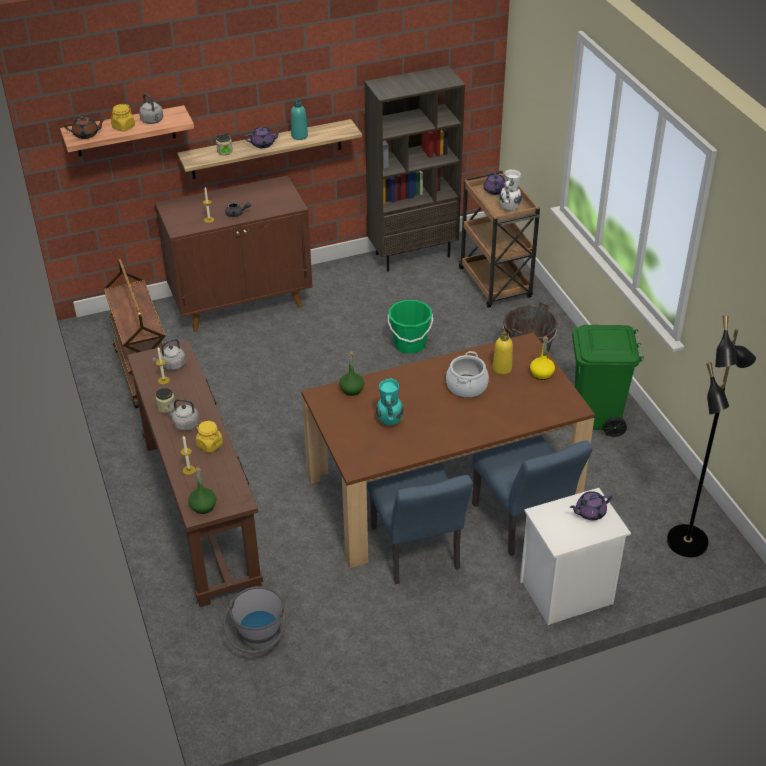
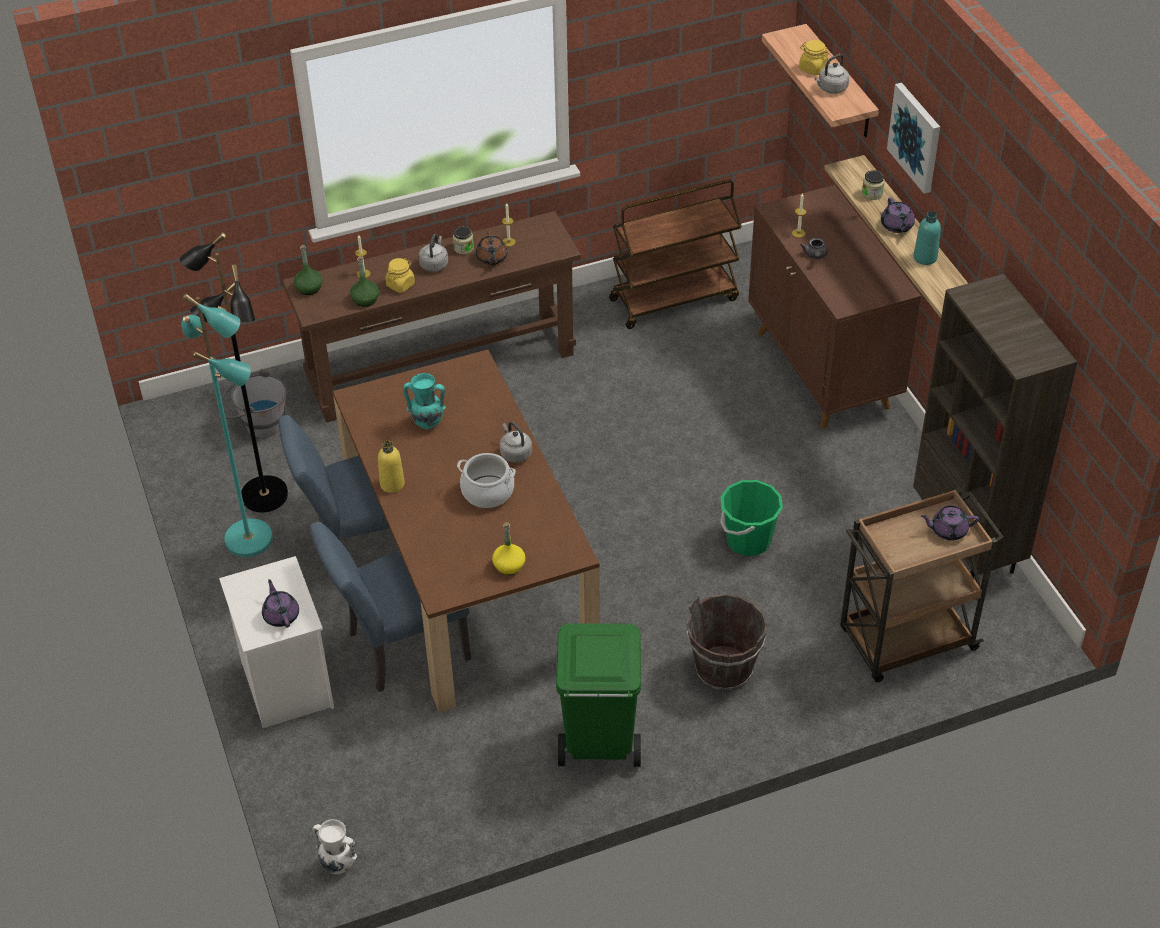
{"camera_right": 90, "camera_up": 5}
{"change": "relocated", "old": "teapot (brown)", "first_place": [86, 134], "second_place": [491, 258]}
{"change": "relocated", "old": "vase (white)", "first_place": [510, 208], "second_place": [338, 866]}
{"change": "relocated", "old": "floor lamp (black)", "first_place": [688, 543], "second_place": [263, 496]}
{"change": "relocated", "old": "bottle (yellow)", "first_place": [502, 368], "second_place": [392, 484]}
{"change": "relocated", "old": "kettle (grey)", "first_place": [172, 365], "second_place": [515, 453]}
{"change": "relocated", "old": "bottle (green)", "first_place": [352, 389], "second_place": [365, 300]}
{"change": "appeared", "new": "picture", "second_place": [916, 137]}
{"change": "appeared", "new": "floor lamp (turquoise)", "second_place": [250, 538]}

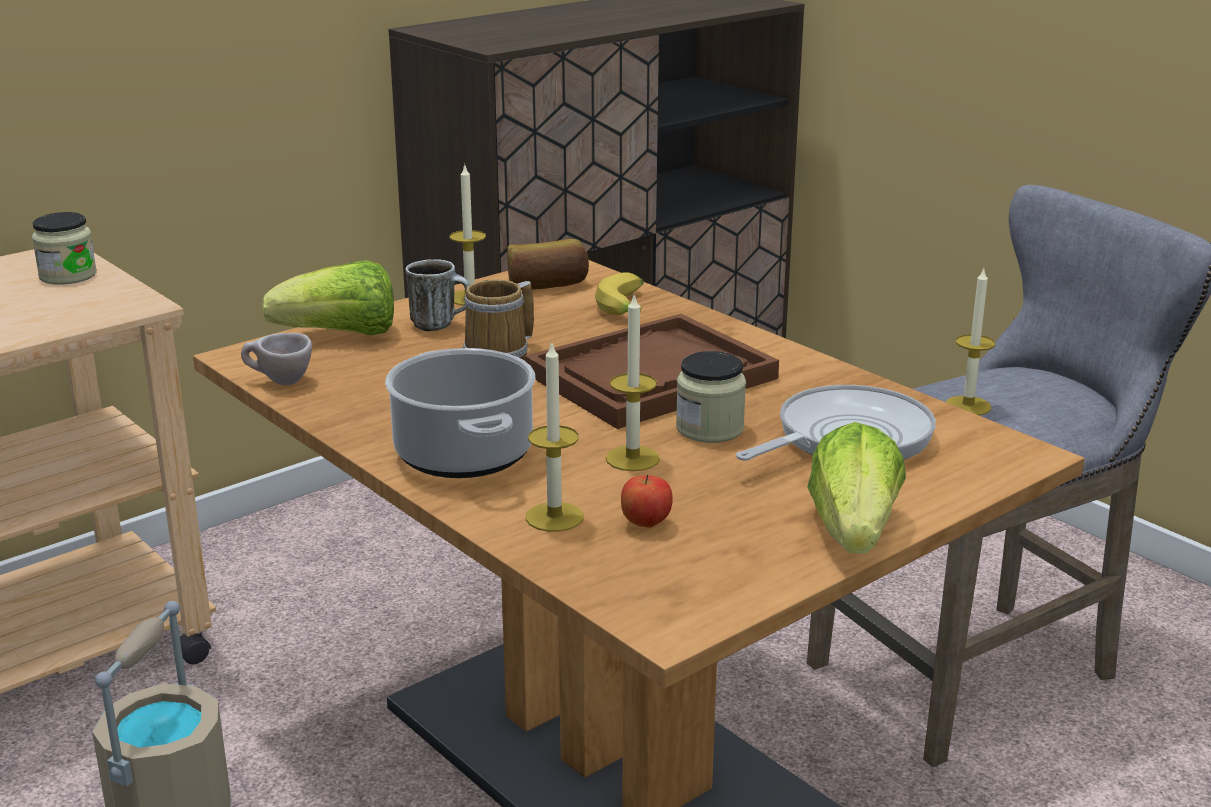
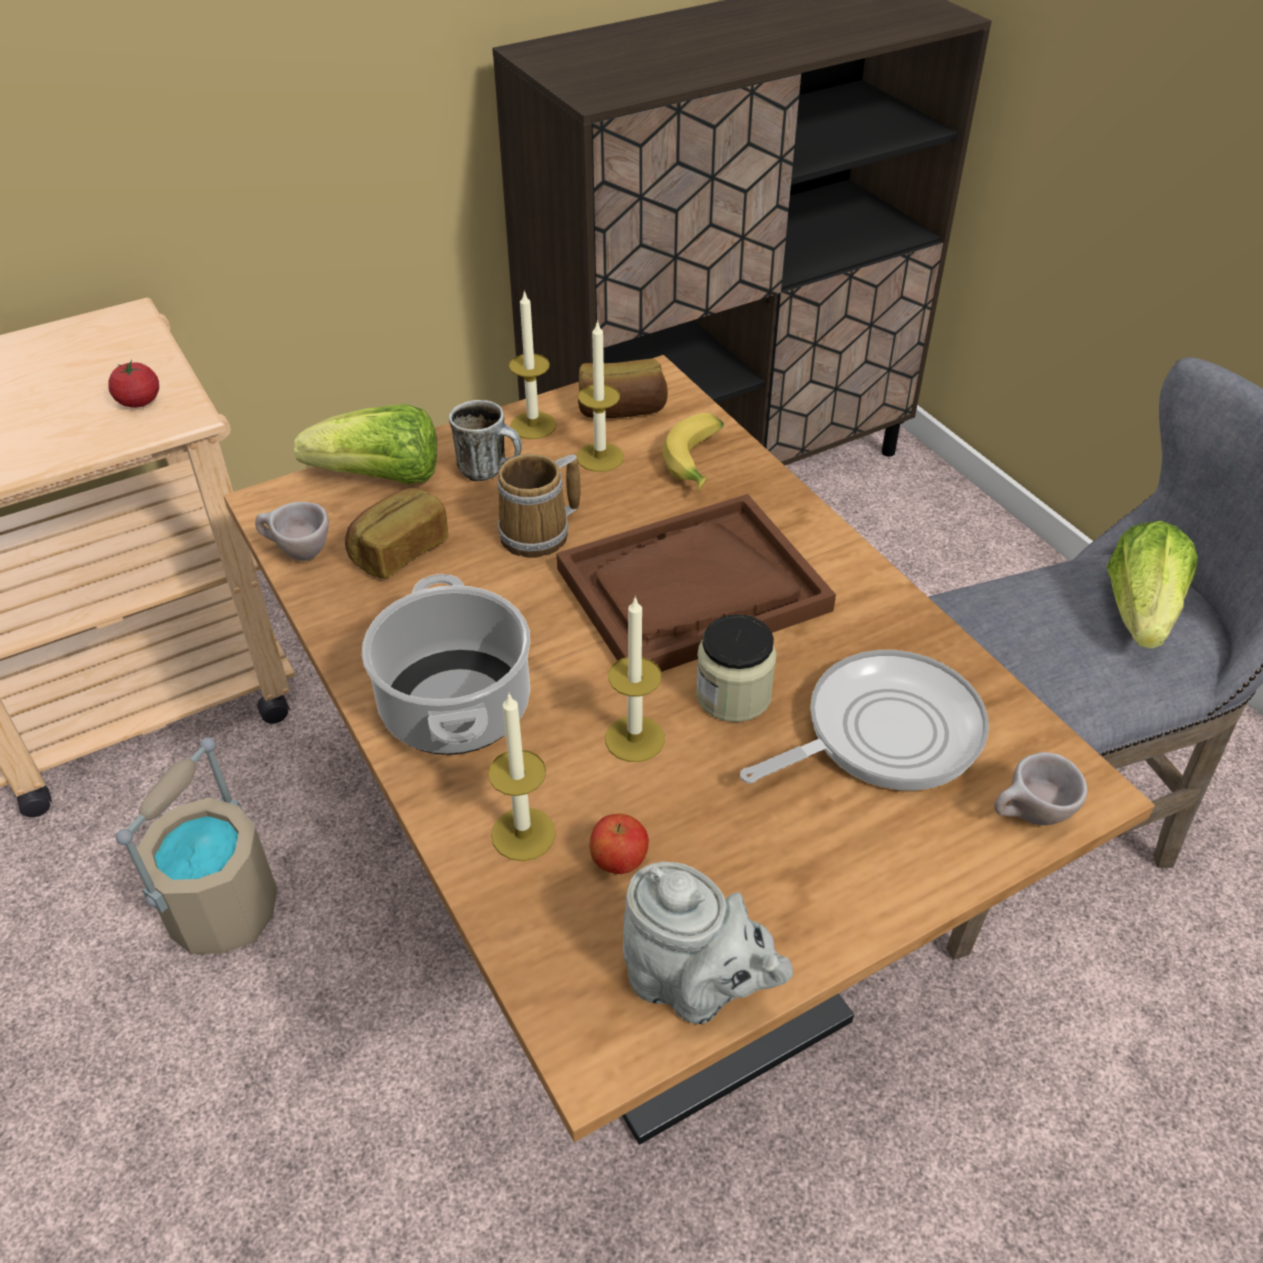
{"camera_right": 10, "camera_up": 20}
{"change": "missing", "old": "jar", "first_place": [68, 275]}
{"change": "relocated", "old": "candle", "first_place": [968, 406], "second_place": [600, 457]}
{"change": "relocated", "old": "lettuce", "first_place": [854, 531], "second_place": [1140, 611]}
{"change": "appeared", "new": "tomato", "second_place": [139, 401]}
{"change": "appeared", "new": "bread", "second_place": [398, 550]}
{"change": "appeared", "new": "cup (beige)", "second_place": [1028, 818]}
{"change": "appeared", "new": "teapot (grey)", "second_place": [694, 986]}

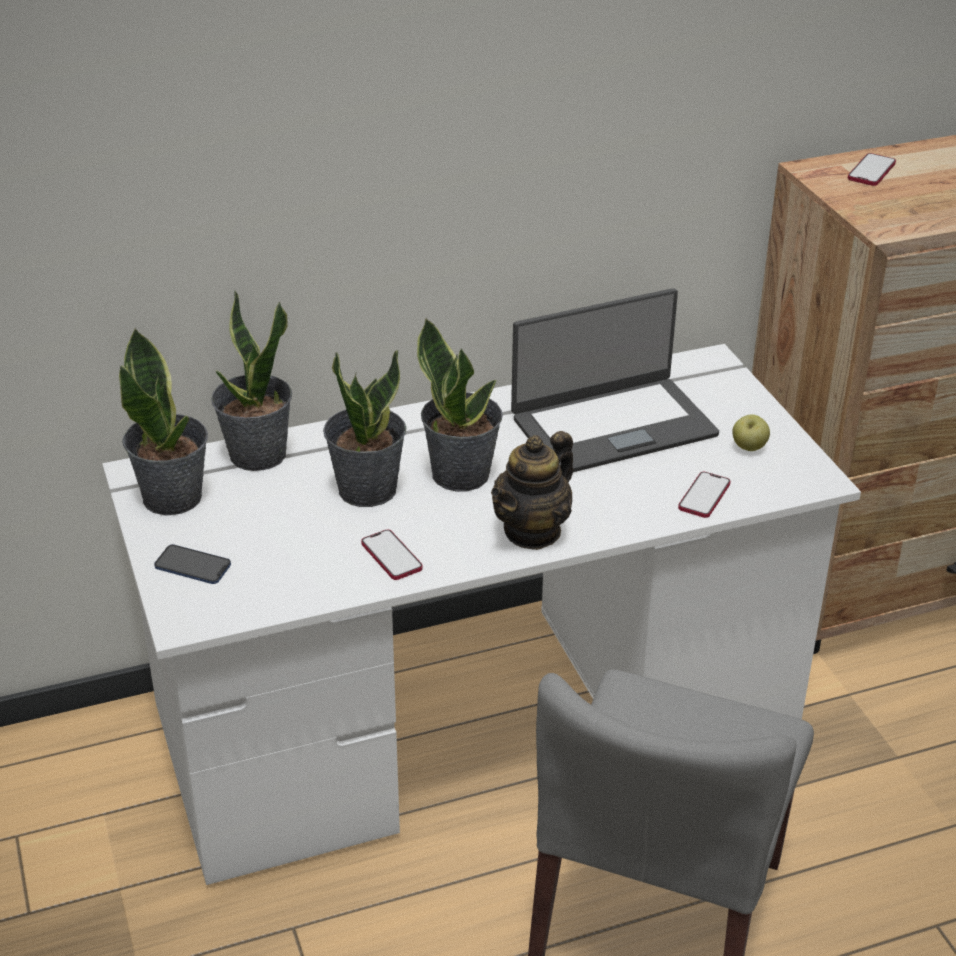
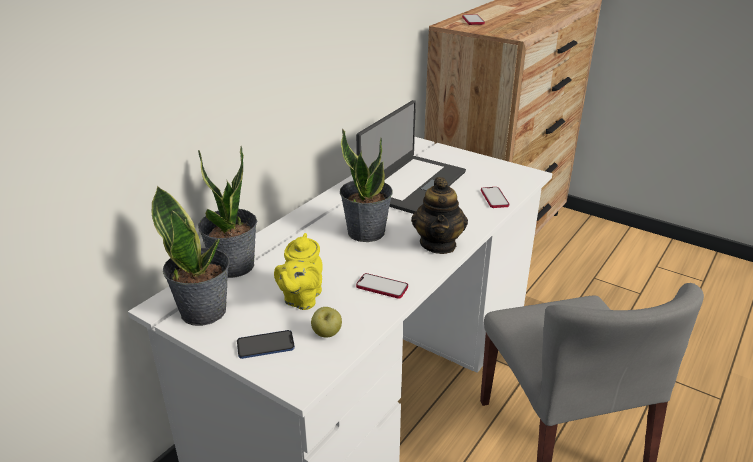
{"camera_right": -35, "camera_up": -5}
{"change": "missing", "old": "potted plant", "first_place": [366, 489]}
{"change": "relocated", "old": "apple", "first_place": [749, 448], "second_place": [327, 334]}
{"change": "appeared", "new": "teapot (yellow)", "second_place": [301, 299]}

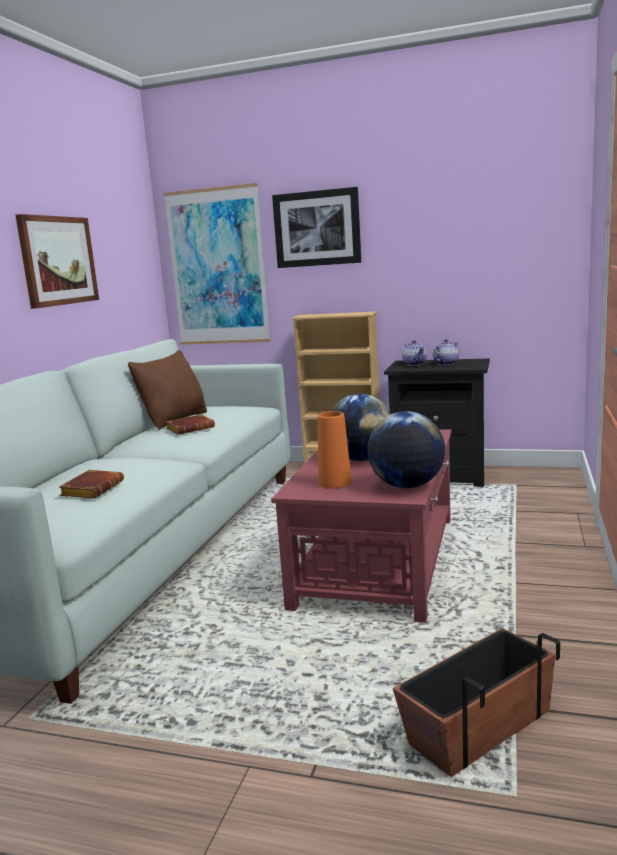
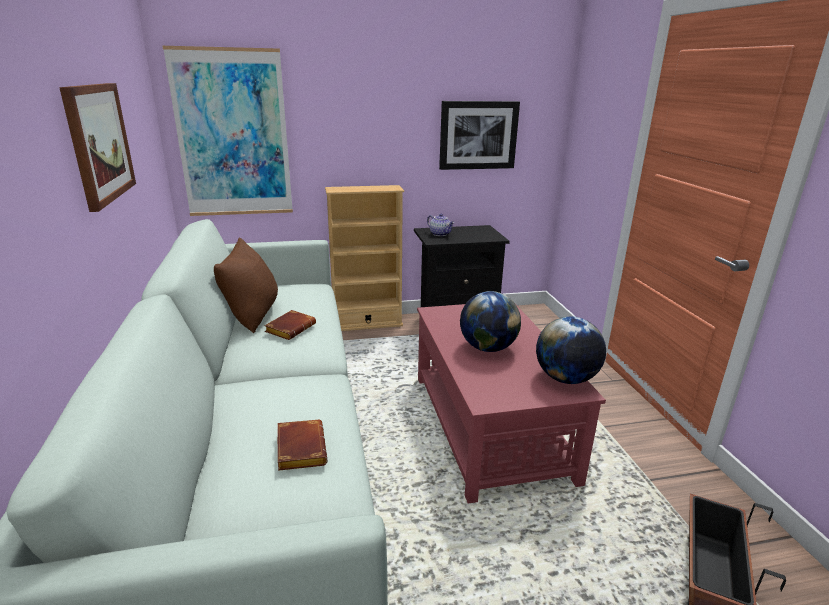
{"camera_right": -30, "camera_up": 10}
{"change": "relocated", "old": "picture", "first_place": [317, 228], "second_place": [478, 135]}
{"change": "missing", "old": "teapot", "first_place": [445, 363]}
{"change": "missing", "old": "vase (orange)", "first_place": [335, 483]}

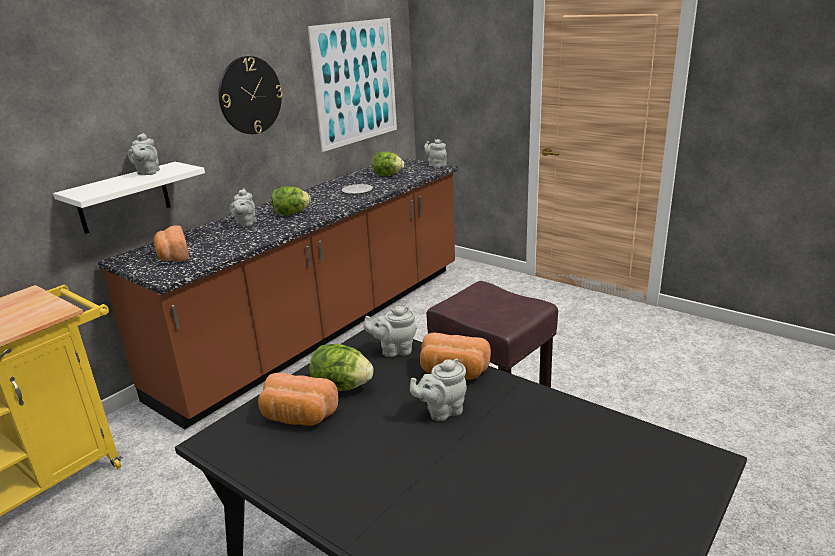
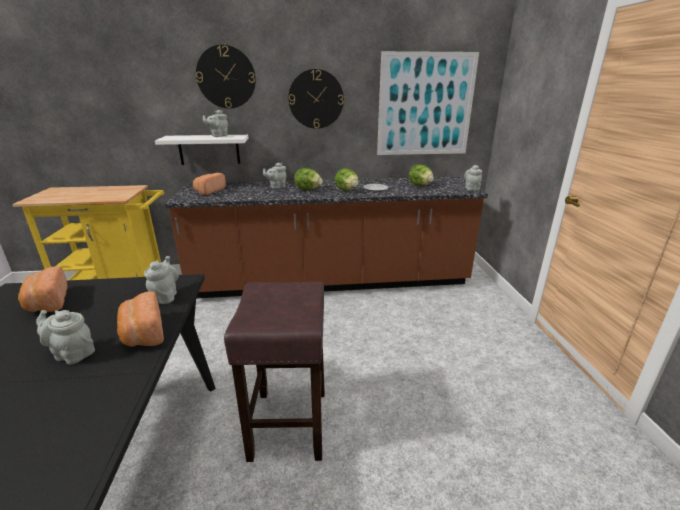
{"camera_right": 45, "camera_up": 0}
{"change": "spun", "old": "teapot (grey)", "first_place": [394, 350], "second_place": [165, 296], "degrees": 45}
{"change": "relocated", "old": "lettuce", "first_place": [342, 387], "second_place": [347, 190]}
{"change": "appeared", "new": "wall clock", "second_place": [226, 77]}

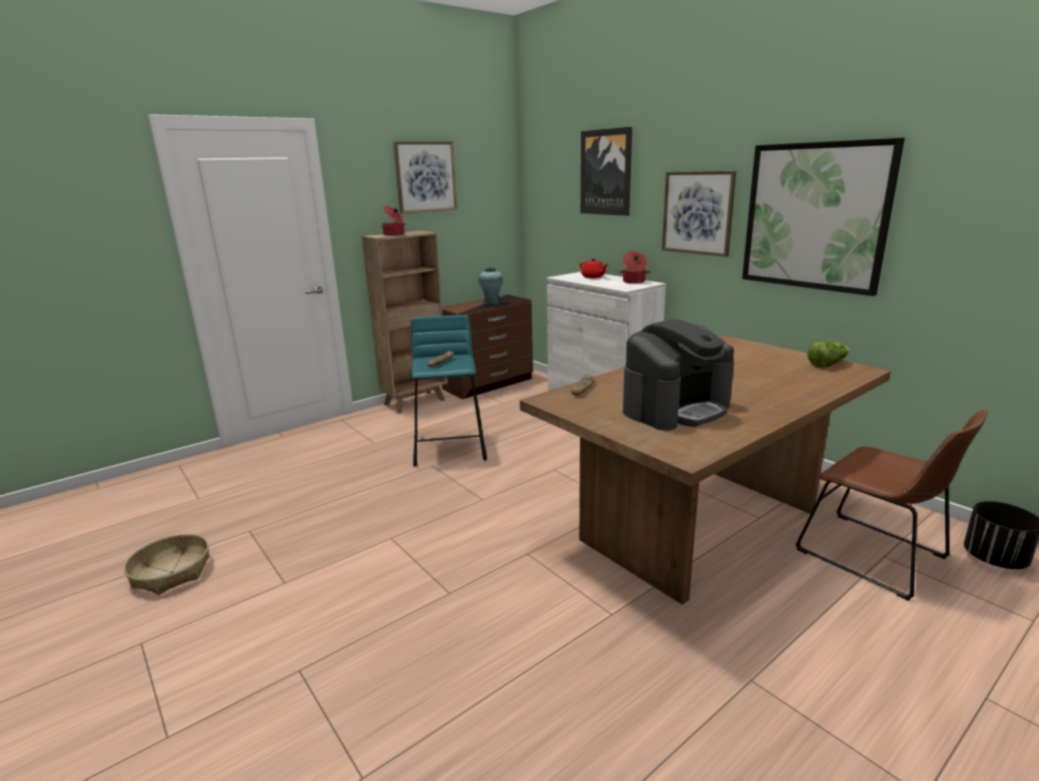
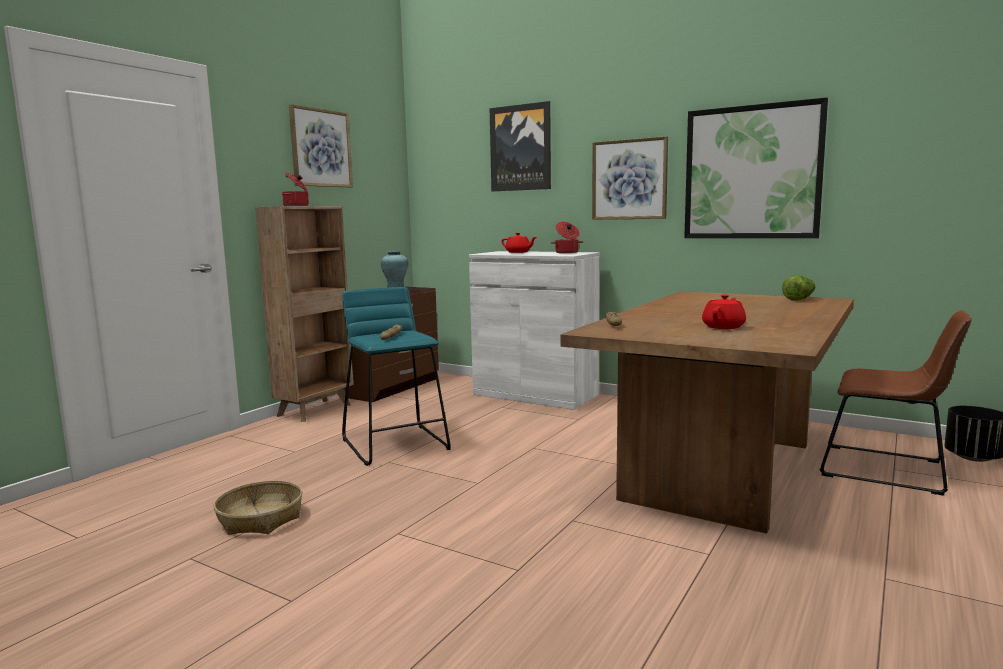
{"camera_right": -20, "camera_up": -10}
{"change": "exchanged", "old": "coffee machine", "new": "teapot (red)", "first_place": [676, 408], "second_place": [724, 327]}
{"change": "relocated", "old": "basket", "first_place": [171, 572], "second_place": [260, 518]}

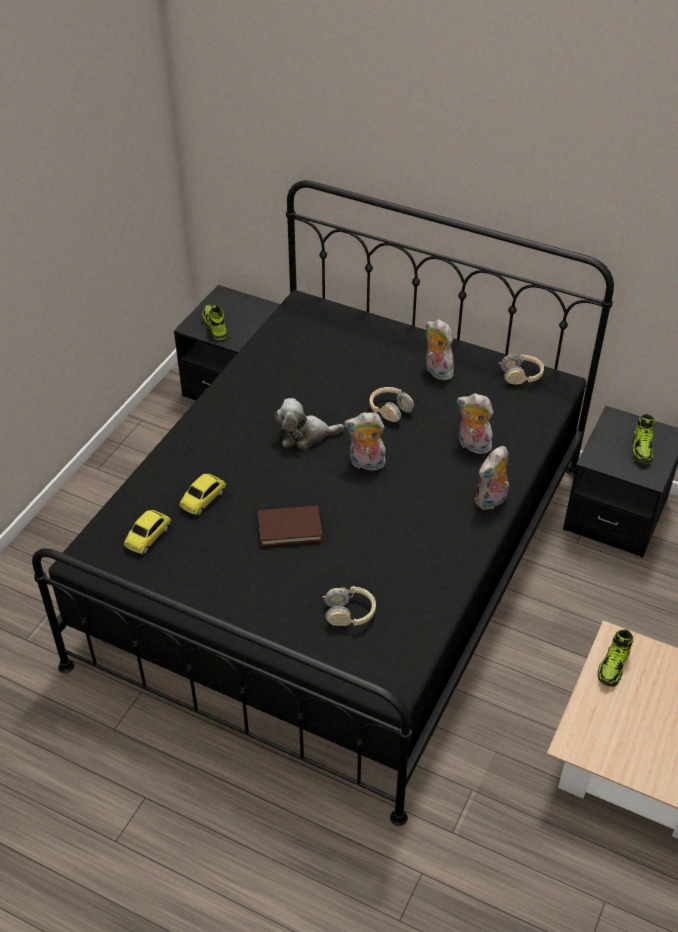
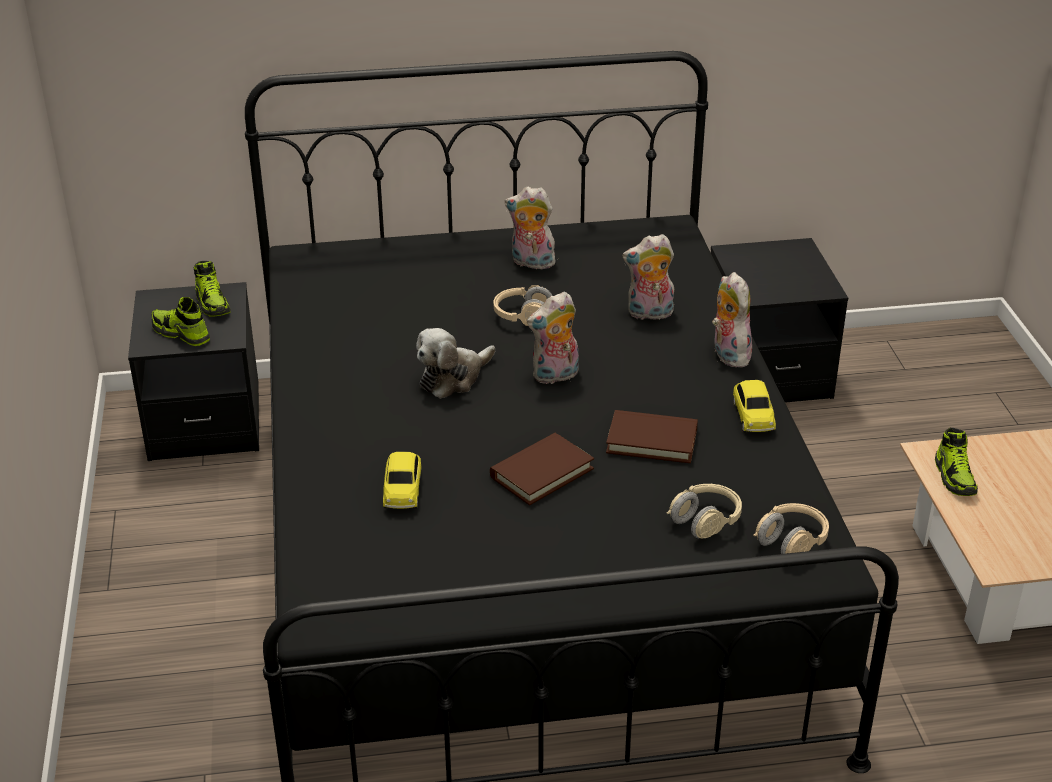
{"camera_right": -35, "camera_up": -10}
{"change": "relocated", "old": "headphones (beige)", "first_place": [521, 376], "second_place": [791, 542]}
{"change": "relocated", "old": "shoe", "first_place": [642, 448], "second_place": [212, 303]}
{"change": "spun", "old": "plush toy", "first_place": [491, 501], "second_place": [727, 354], "degrees": 150}
{"change": "relocated", "old": "toy car", "first_place": [148, 536], "second_place": [752, 416]}
{"change": "appeared", "new": "book (brown)", "second_place": [652, 441]}

